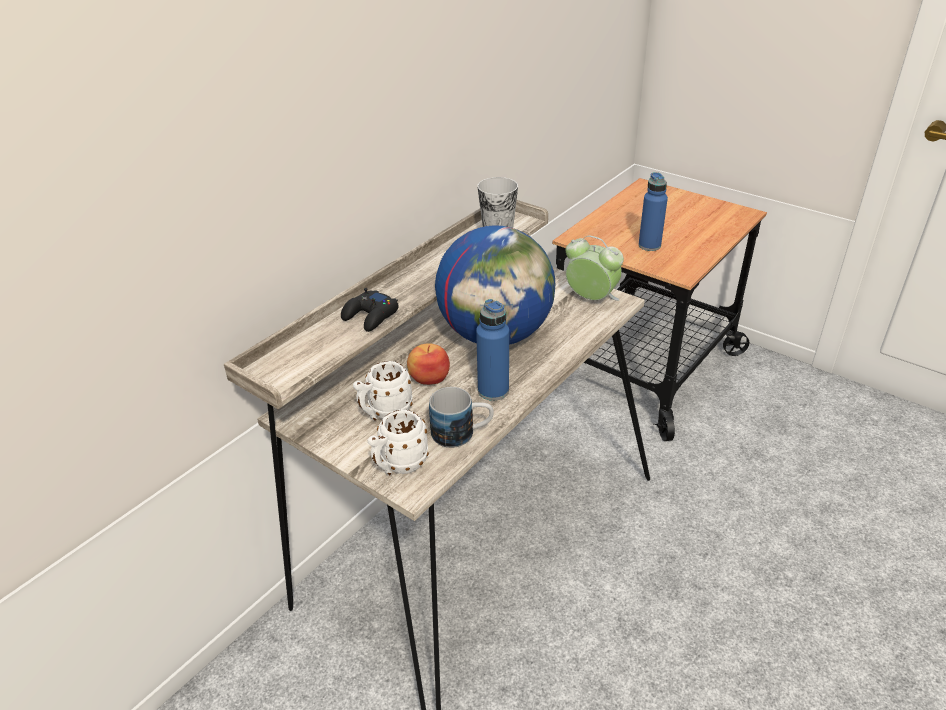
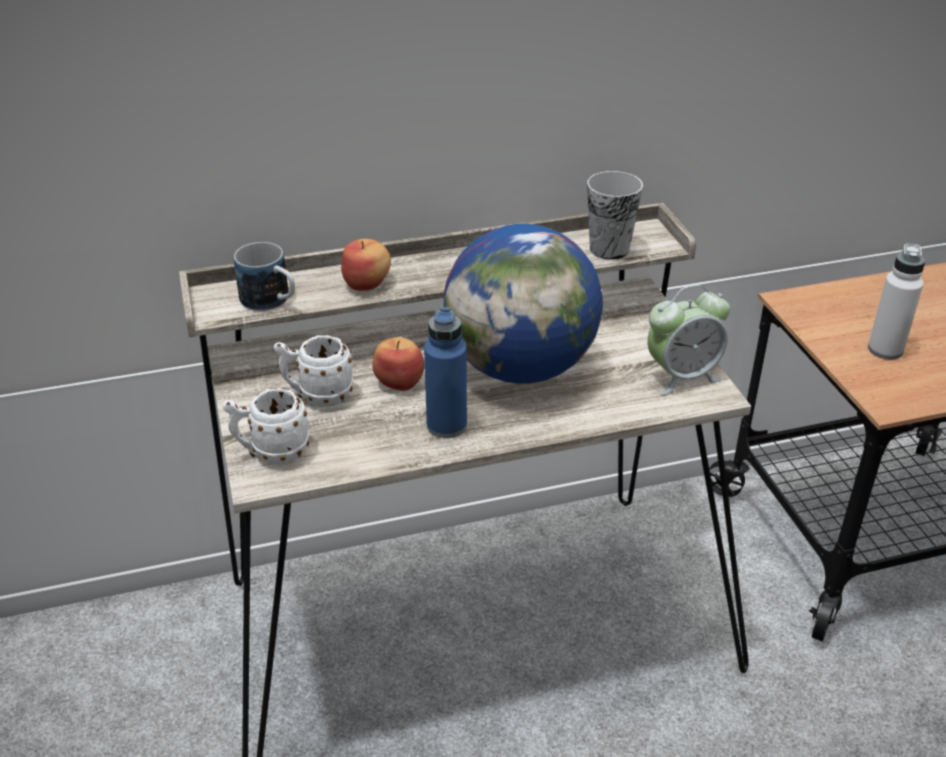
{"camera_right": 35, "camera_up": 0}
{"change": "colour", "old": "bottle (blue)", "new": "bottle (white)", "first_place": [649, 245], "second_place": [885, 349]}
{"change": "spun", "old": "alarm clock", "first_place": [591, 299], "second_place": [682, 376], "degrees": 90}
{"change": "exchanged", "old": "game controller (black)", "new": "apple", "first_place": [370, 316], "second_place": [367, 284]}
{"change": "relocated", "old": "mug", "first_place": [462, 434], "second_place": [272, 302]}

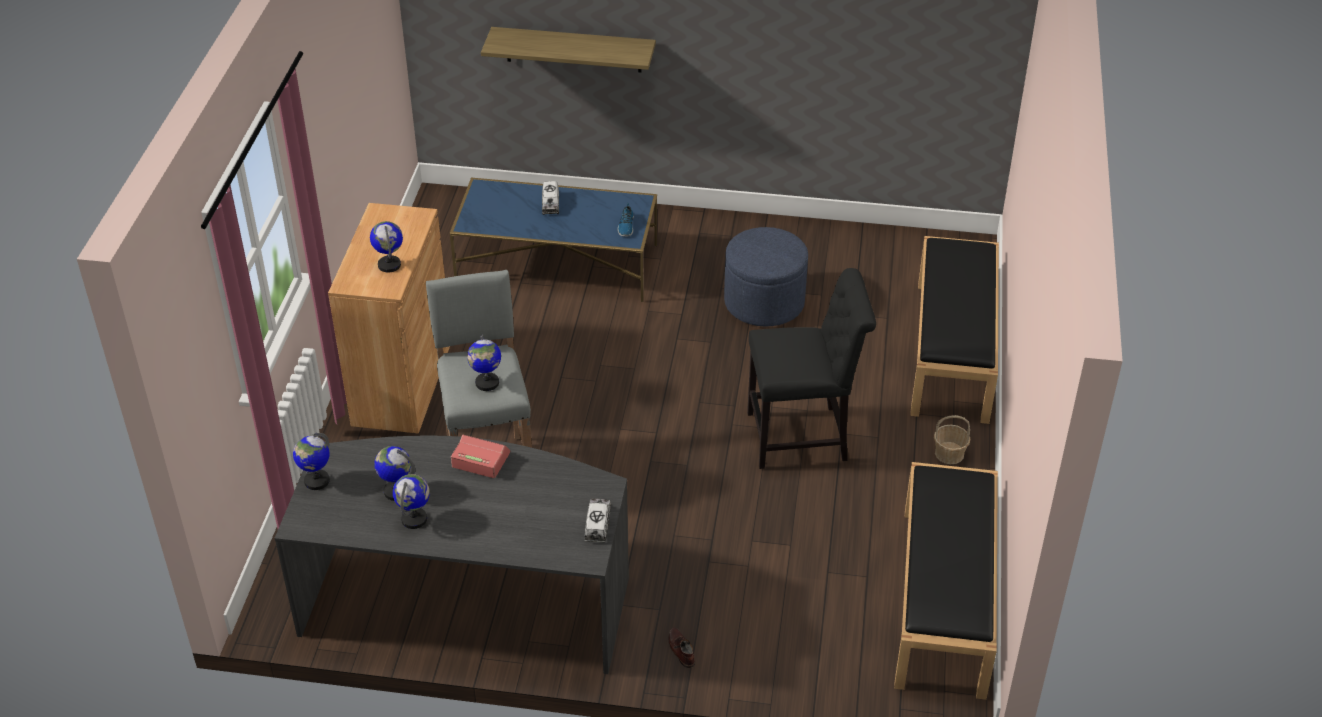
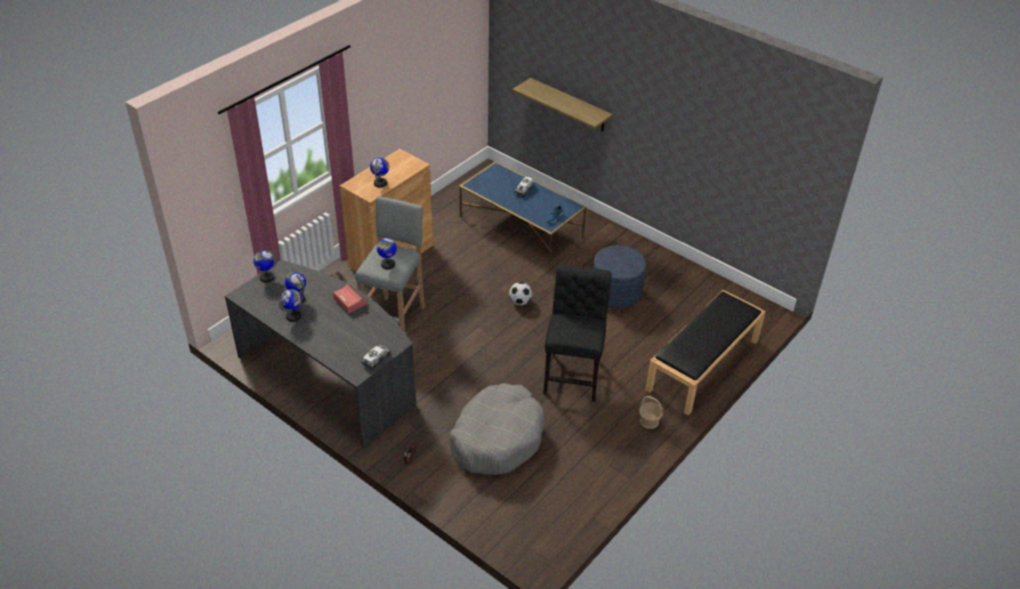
{"camera_right": 30, "camera_up": 0}
{"change": "spun", "old": "chair (black)", "first_place": [803, 437], "second_place": [573, 374], "degrees": -105}
{"change": "missing", "old": "bench (black)", "first_place": [944, 601]}
{"change": "appeared", "new": "football", "second_place": [520, 302]}
{"change": "appeared", "new": "dog bed (grey)", "second_place": [497, 438]}

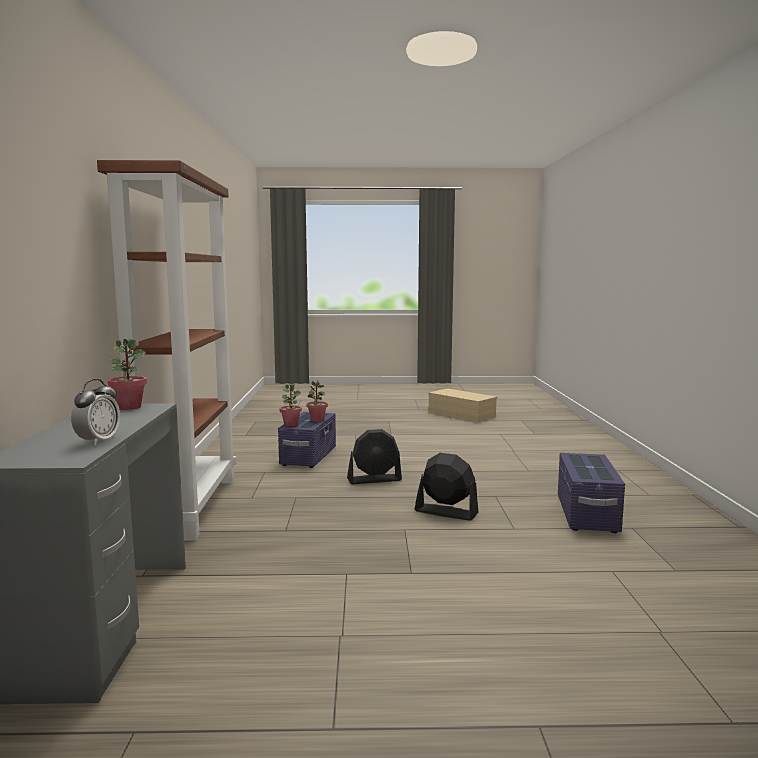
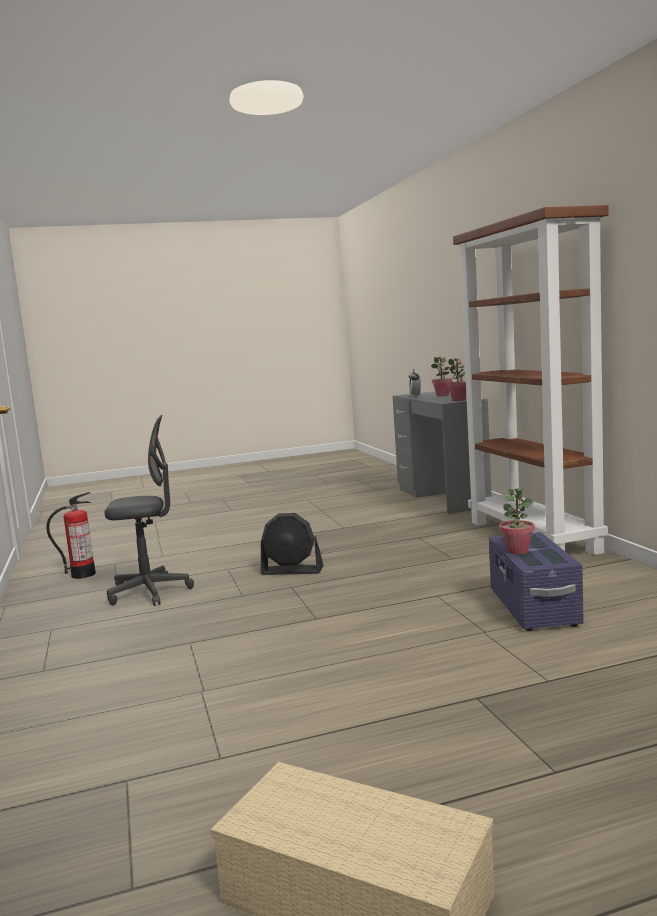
{"camera_right": 165, "camera_up": 0}
{"change": "relocated", "old": "potted plant", "first_place": [291, 424], "second_place": [442, 395]}
{"change": "missing", "old": "fan (black)", "first_place": [374, 479]}
{"change": "exchanged", "old": "storage box (purple)", "new": "office chair (grey)", "first_place": [587, 514], "second_place": [150, 592]}
{"change": "appeared", "new": "fire extinguisher", "second_place": [83, 574]}

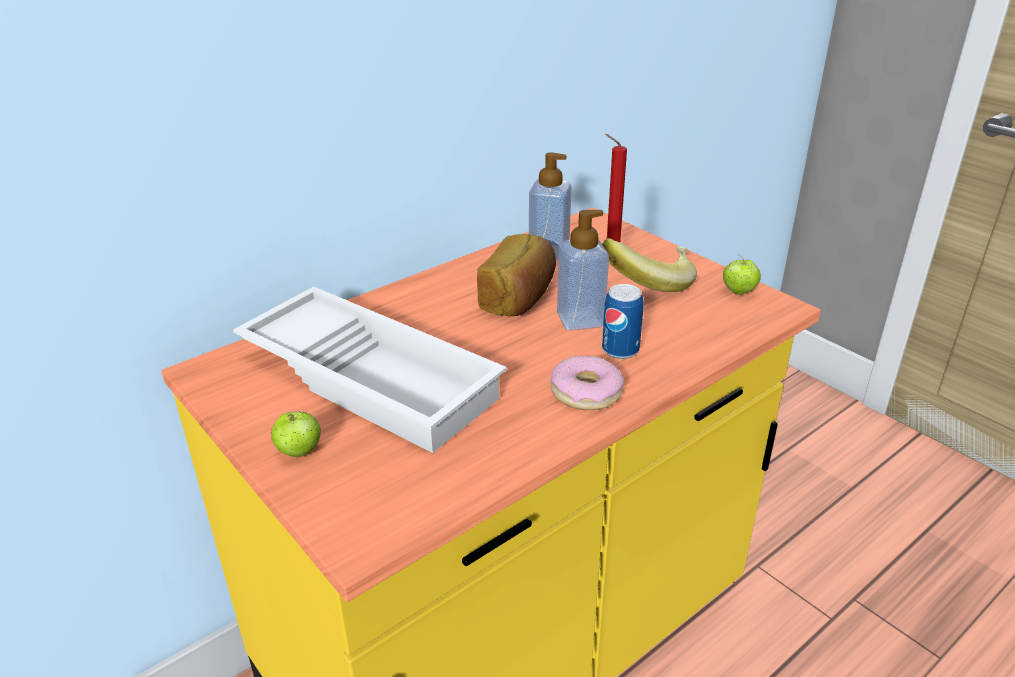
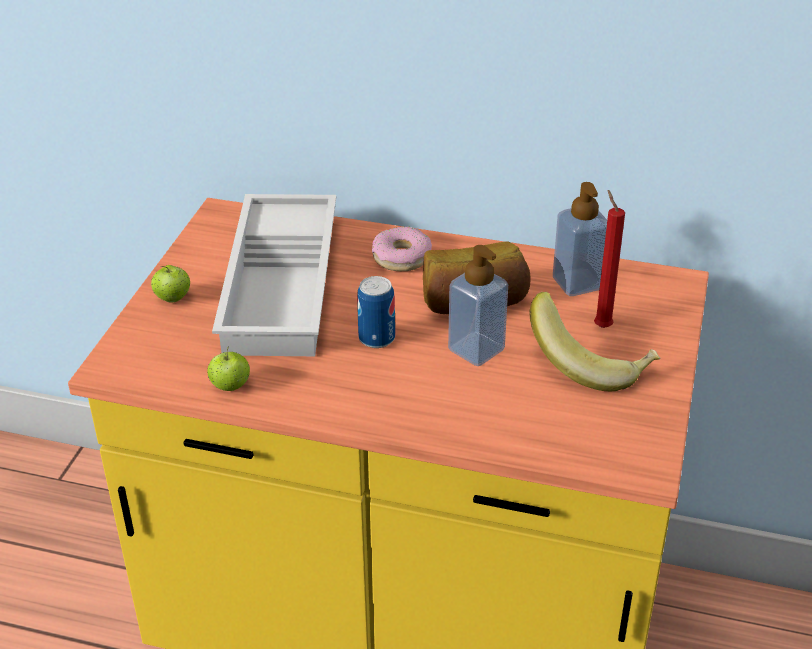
{"camera_right": 55, "camera_up": 5}
{"change": "relocated", "old": "apple", "first_place": [739, 292], "second_place": [230, 387]}
{"change": "relocated", "old": "can", "first_place": [620, 350], "second_place": [377, 338]}
{"change": "relocated", "old": "donut", "first_place": [585, 392], "second_place": [401, 257]}

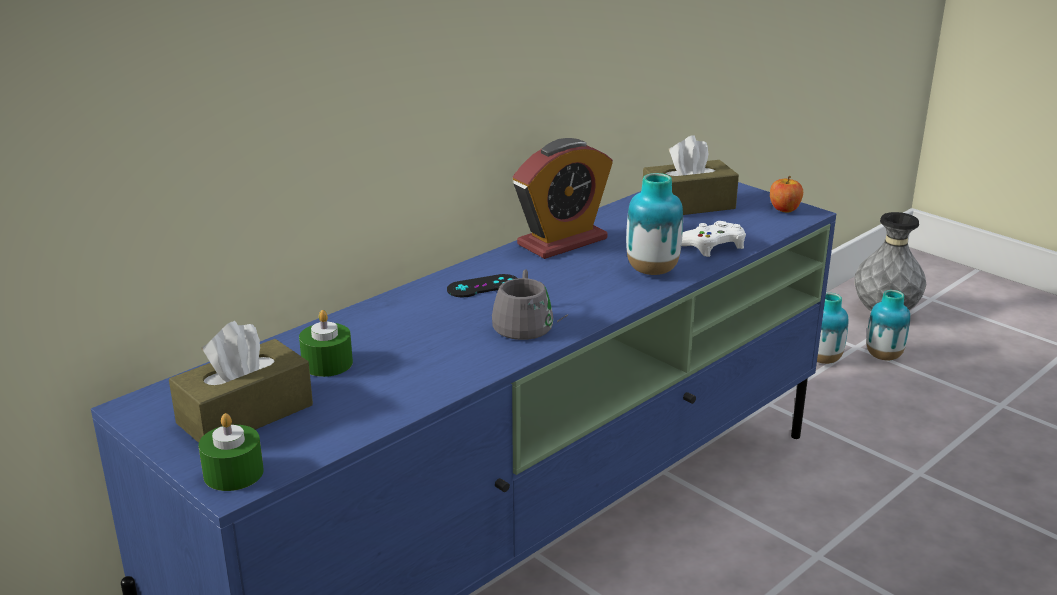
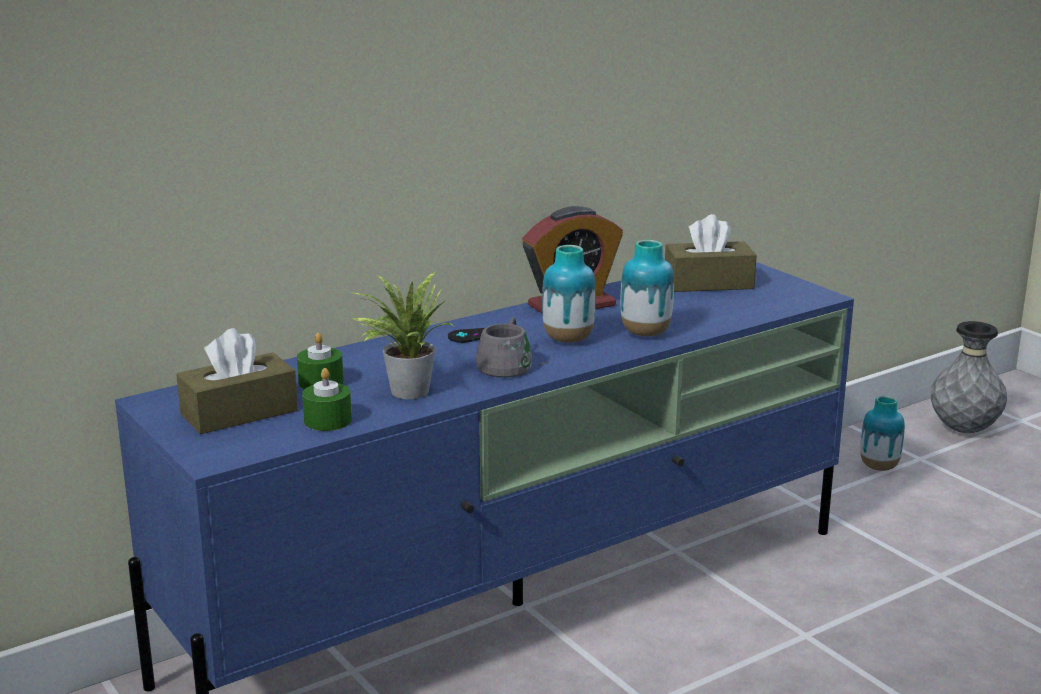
{"camera_right": 10, "camera_up": -5}
{"change": "missing", "old": "apple", "first_place": [784, 209]}
{"change": "missing", "old": "game controller (white)", "first_place": [711, 245]}
{"change": "relocated", "old": "vase", "first_place": [883, 356], "second_place": [568, 339]}
{"change": "relocated", "old": "candle (green)", "first_place": [233, 473], "second_place": [327, 420]}
{"change": "appeared", "new": "potted plant", "second_place": [405, 390]}

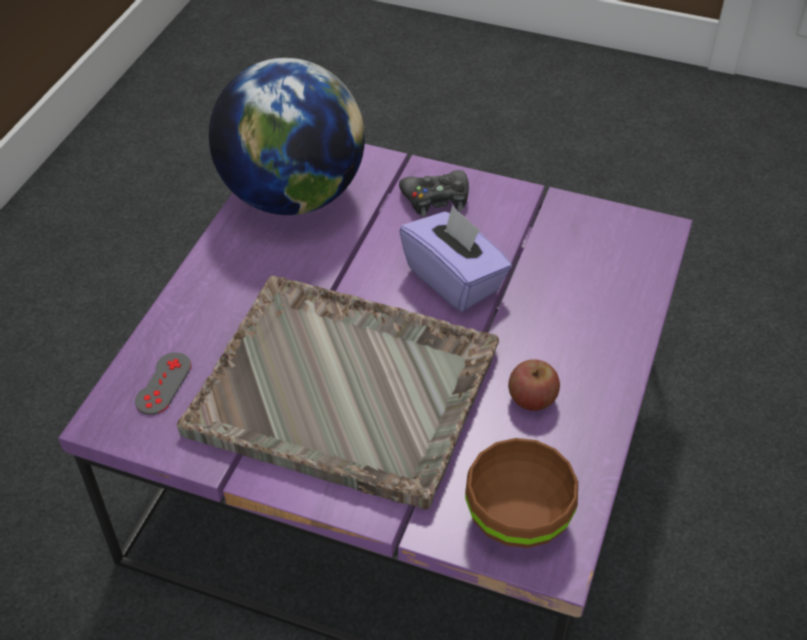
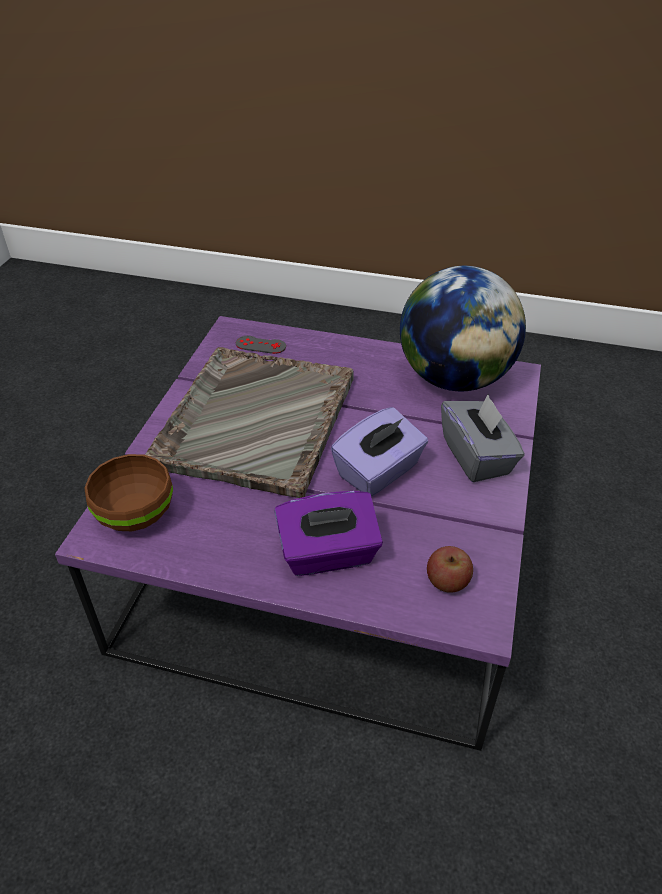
{"camera_right": 85, "camera_up": -5}
{"change": "exchanged", "old": "game controller (black)", "new": "tissue box (grey)", "first_place": [436, 199], "second_place": [477, 457]}
{"change": "relocated", "old": "apple", "first_place": [532, 399], "second_place": [447, 581]}
{"change": "appeared", "new": "tissue box (purple)", "second_place": [328, 554]}

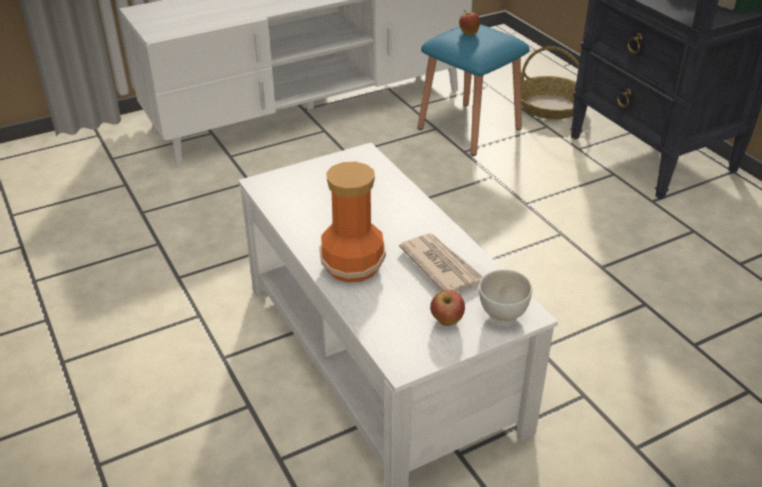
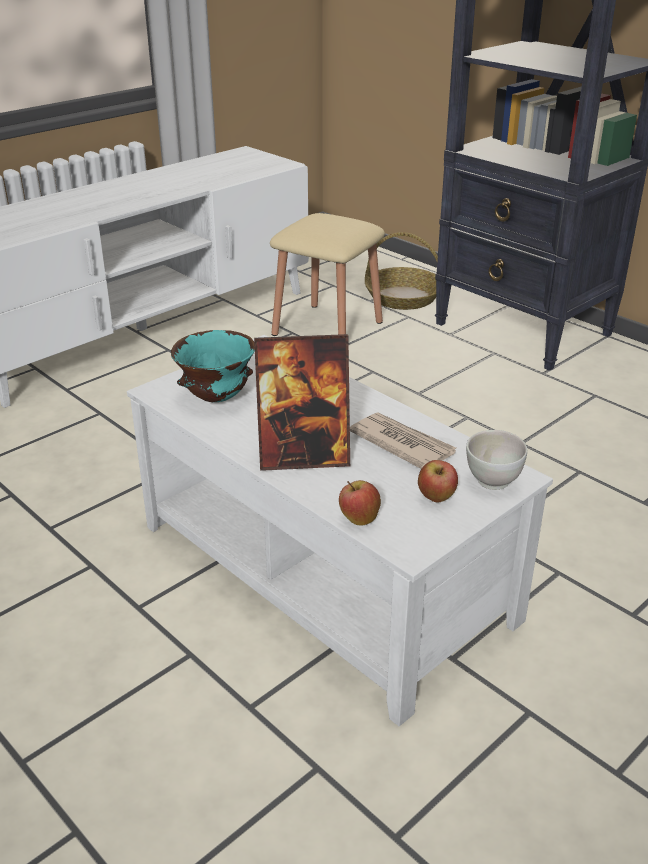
{"camera_right": -15, "camera_up": -5}
{"change": "relocated", "old": "apple", "first_place": [468, 33], "second_place": [358, 519]}
{"change": "colour", "old": "stool (blue)", "new": "stool (beige)", "first_place": [469, 128], "second_place": [327, 328]}
{"change": "exchanged", "old": "vase", "new": "picture frame", "first_place": [353, 264], "second_place": [304, 457]}
{"change": "appeared", "new": "bowl (turquoise)", "second_place": [216, 398]}

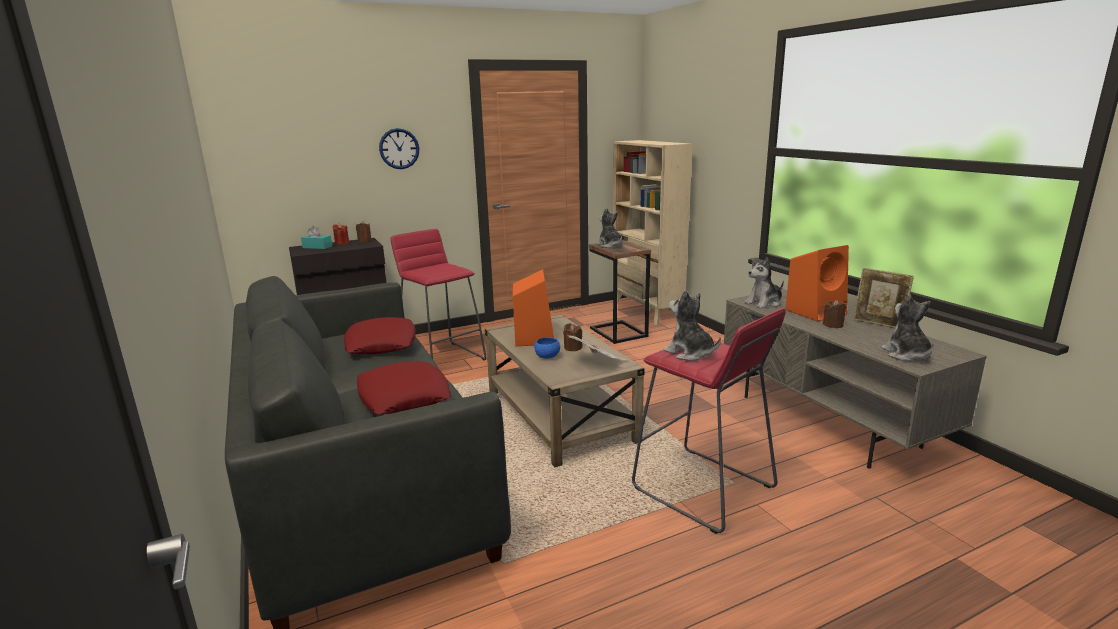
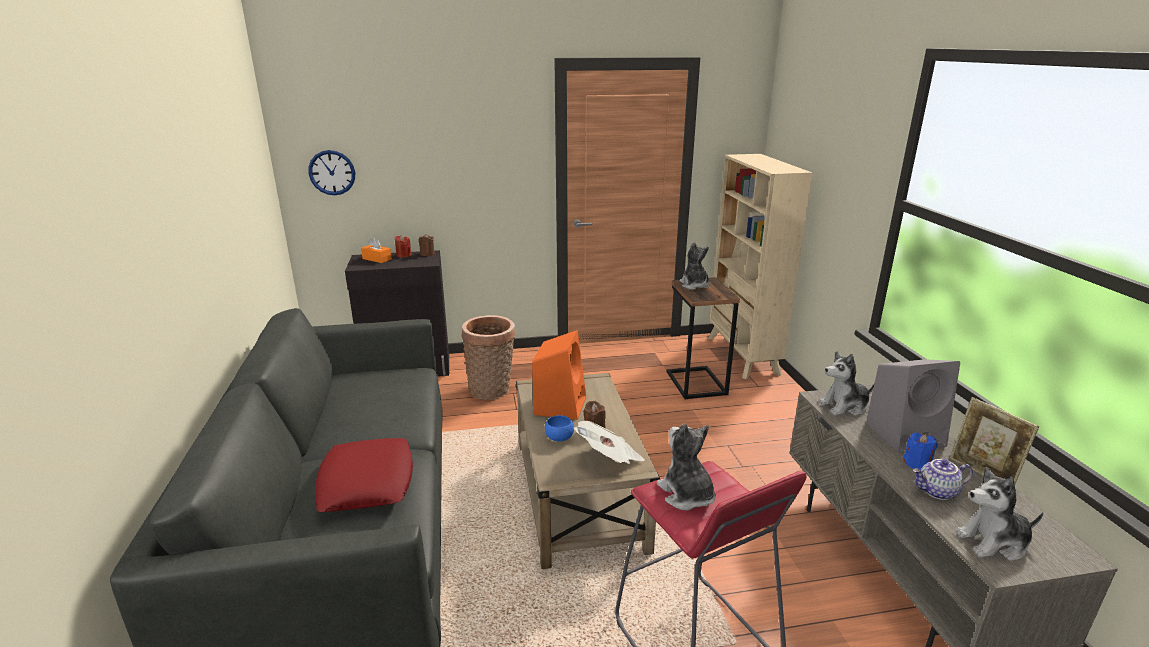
{"camera_right": 15, "camera_up": 5}
{"change": "relocated", "old": "wall clock", "first_place": [399, 148], "second_place": [332, 172]}
{"change": "colour", "old": "tissue box (turquoise)", "new": "tissue box (orange)", "first_place": [317, 247], "second_place": [377, 259]}
{"change": "exchanged", "old": "stool (red)", "new": "basket", "first_place": [442, 359], "second_place": [492, 390]}
{"change": "colour", "old": "speaker (orange)", "new": "speaker (grey)", "first_place": [816, 312], "second_place": [906, 434]}
{"change": "spun", "old": "plush toy", "first_place": [906, 355], "second_place": [994, 542], "degrees": -105}
{"change": "colour", "old": "candle (brown)", "new": "candle (blue)", "first_place": [833, 325], "second_place": [917, 464]}
{"change": "missing", "old": "pillow (red)", "first_place": [381, 344]}
{"change": "appeared", "new": "teapot", "second_place": [937, 492]}

